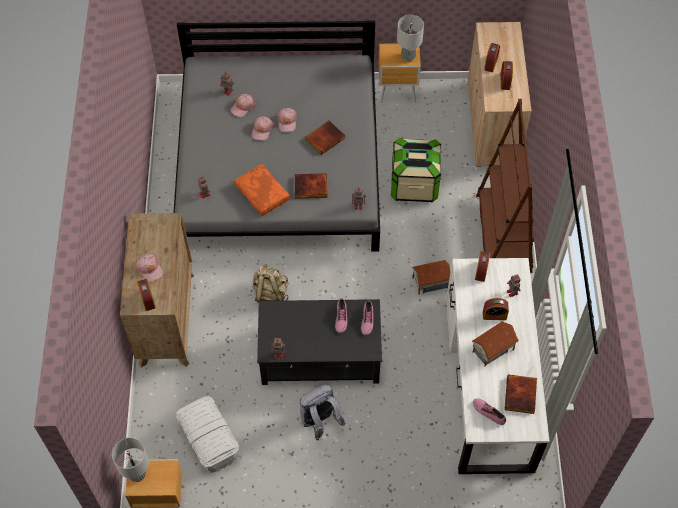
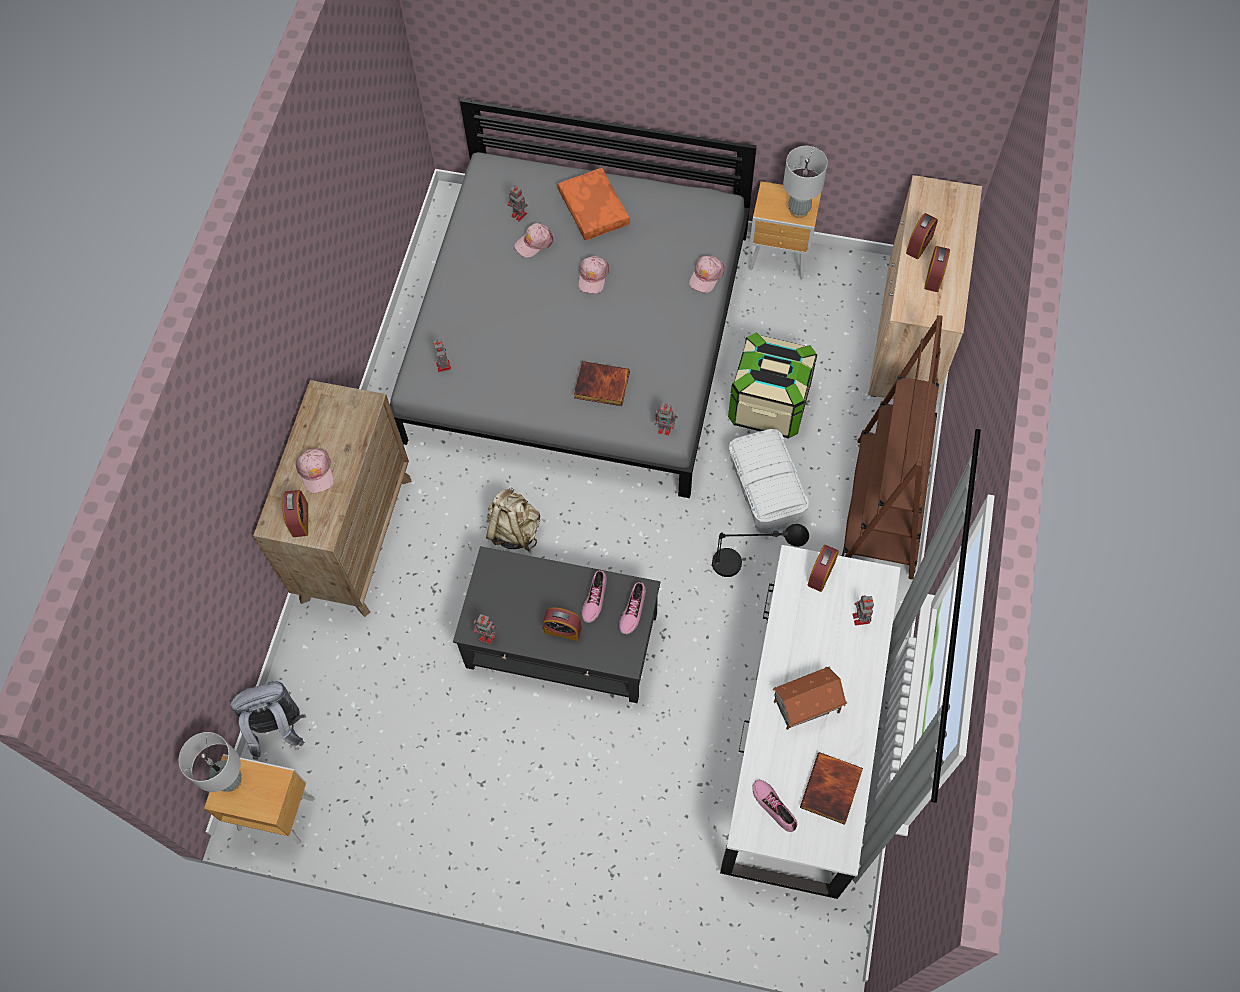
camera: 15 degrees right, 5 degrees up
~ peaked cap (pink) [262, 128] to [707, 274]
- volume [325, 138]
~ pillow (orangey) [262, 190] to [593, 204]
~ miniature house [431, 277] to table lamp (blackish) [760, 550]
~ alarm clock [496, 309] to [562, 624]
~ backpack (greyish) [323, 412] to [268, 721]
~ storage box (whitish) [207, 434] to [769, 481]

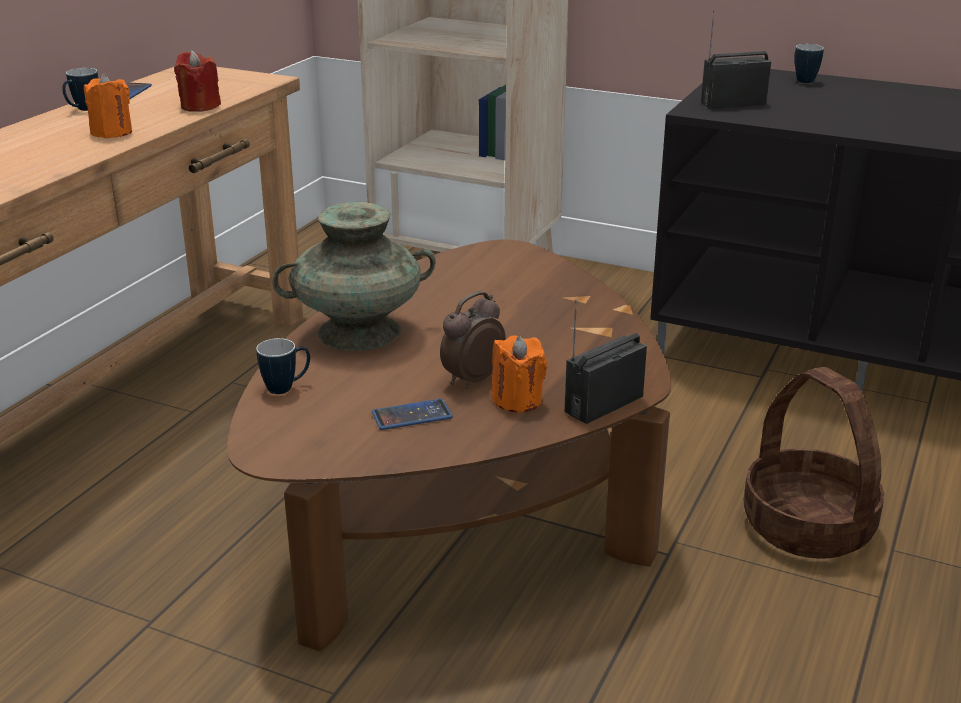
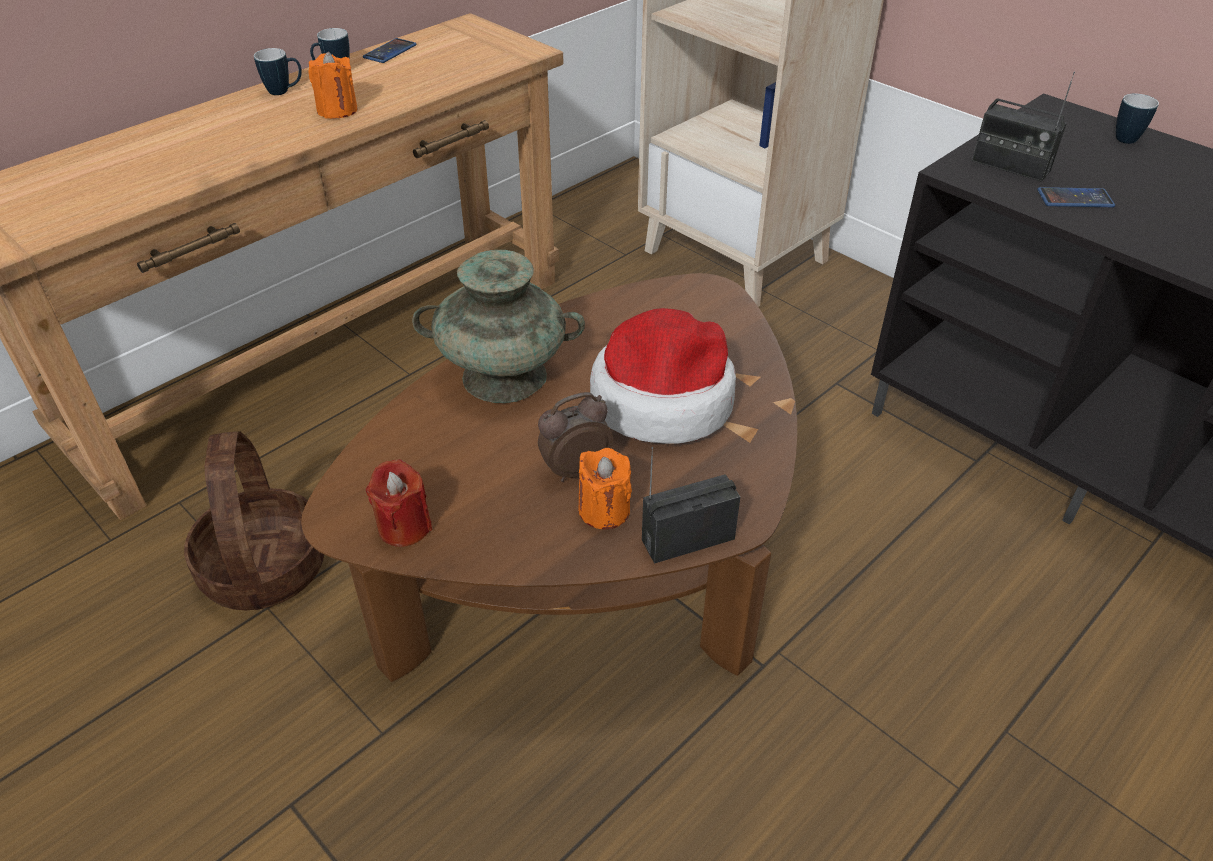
camera: 20 degrees right, 15 degrees up
~ radio receiver [736, 59] = [1023, 126] 150 degrees counterclockwise
~ wax candle (red) [197, 81] to [399, 503]
~ tea mug [283, 366] to [278, 71]
~ household basket [814, 463] to [254, 521]
~ handset [412, 414] to [1076, 197]
+ hat [663, 376]

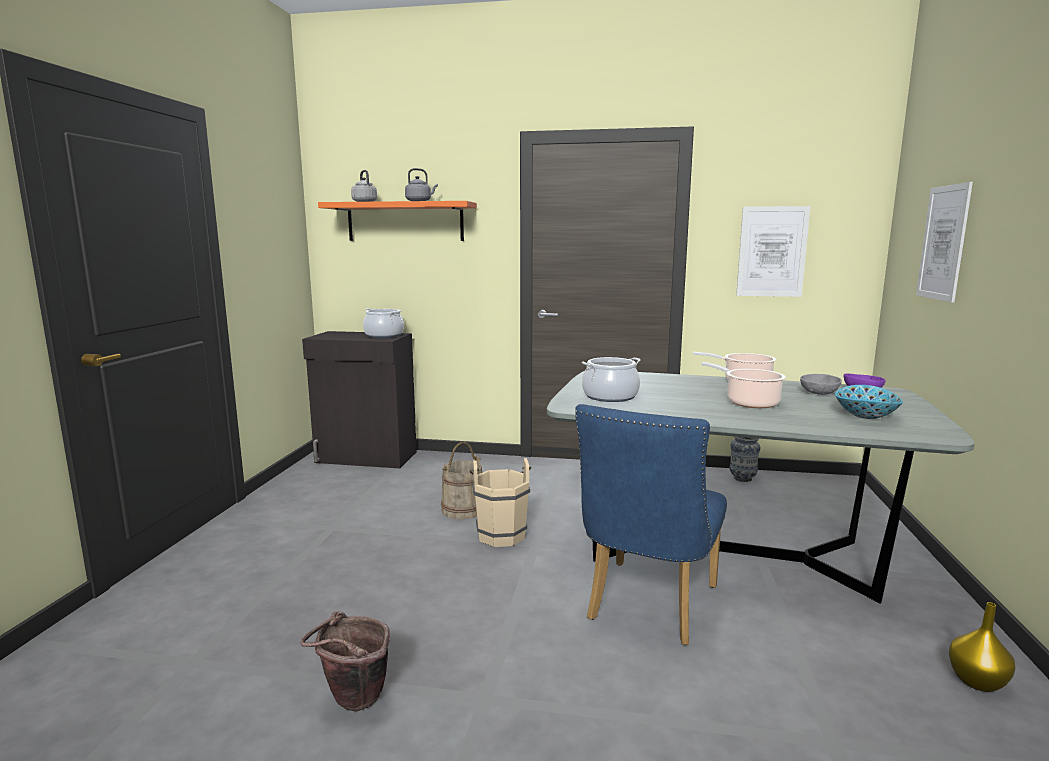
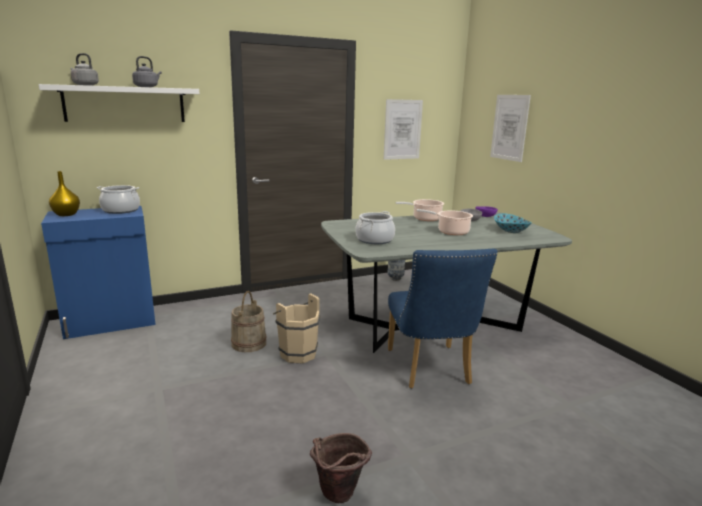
camera: 35 degrees left, 5 degrees up
~ wall shelf (orangey) [397, 221] to wall shelf (whitish) [119, 103]
~ cupboard (blackish) [359, 399] to cupboard (bluish) [98, 272]
~ decorative vase (yellow) [982, 647] to [64, 193]

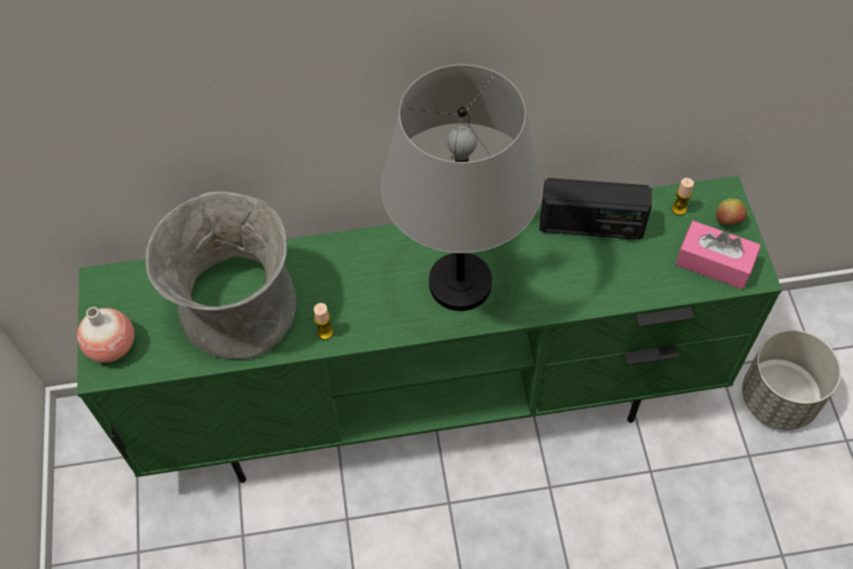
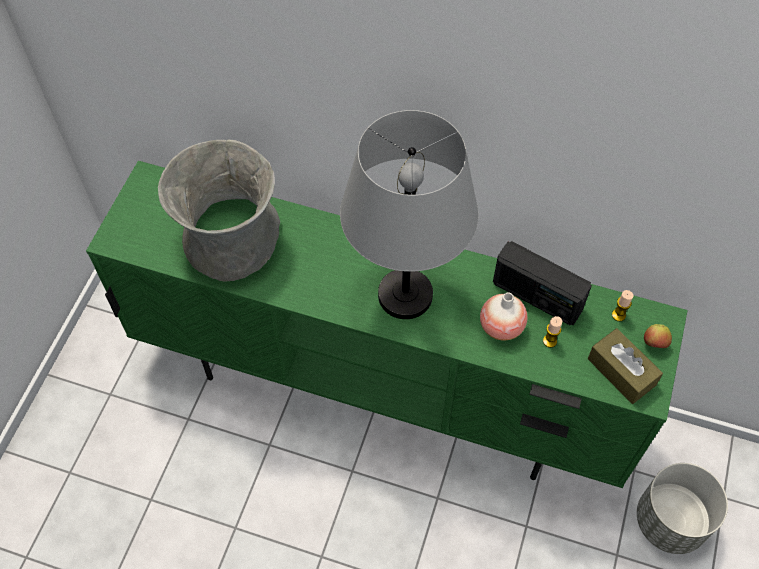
camera: 25 degrees right, 0 degrees up
~ tissue holder (pink) [718, 255] to tissue holder (brownish) [625, 366]
~ wax candle [324, 321] to [552, 332]
~ decorative vase [106, 335] to [503, 316]

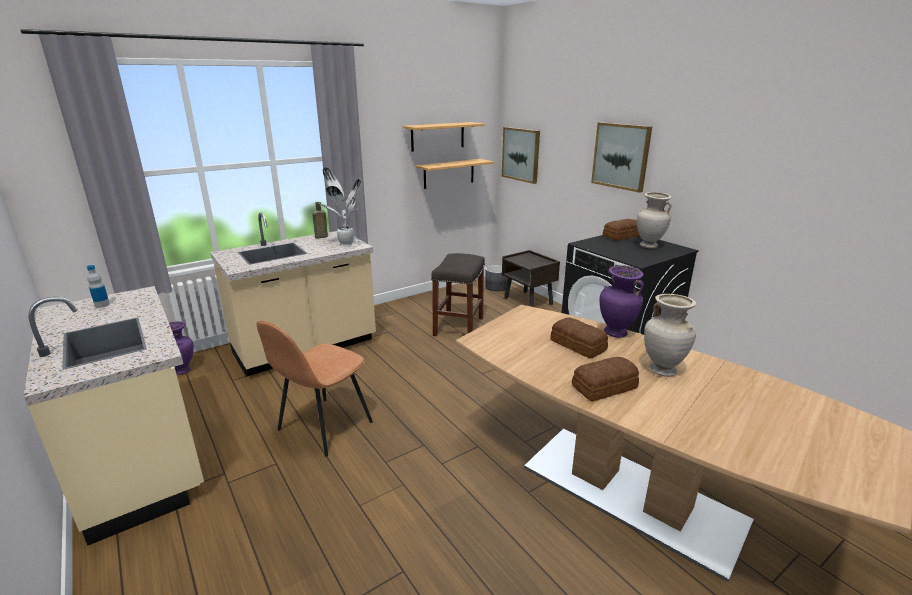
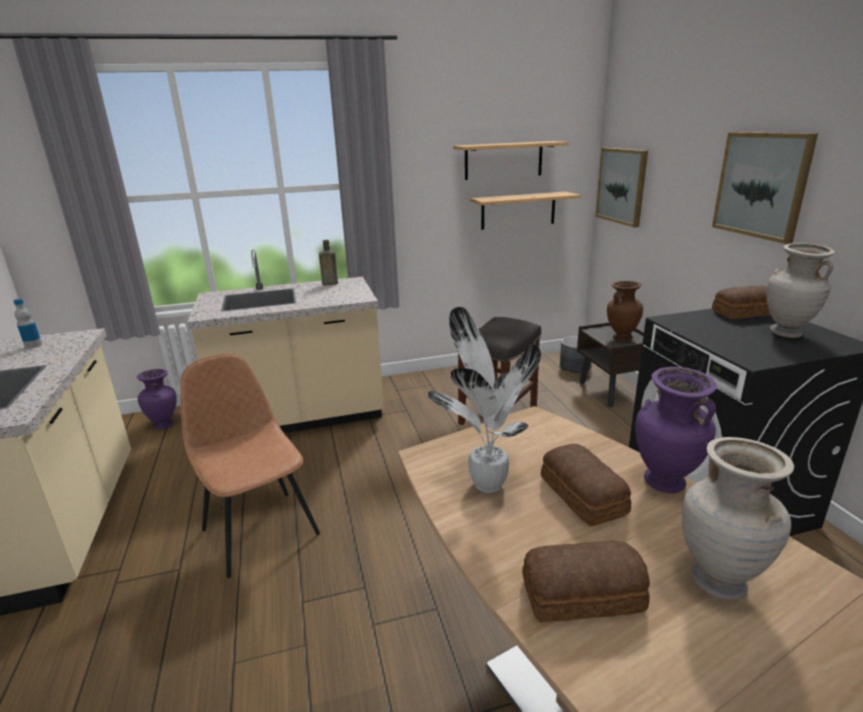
camera: 20 degrees right, 0 degrees up
~ potted plant [339, 206] to [484, 400]
~ upright chair (brownish) [315, 389] = [250, 465] 90 degrees clockwise
+ decorative vase (brownish) [625, 311]

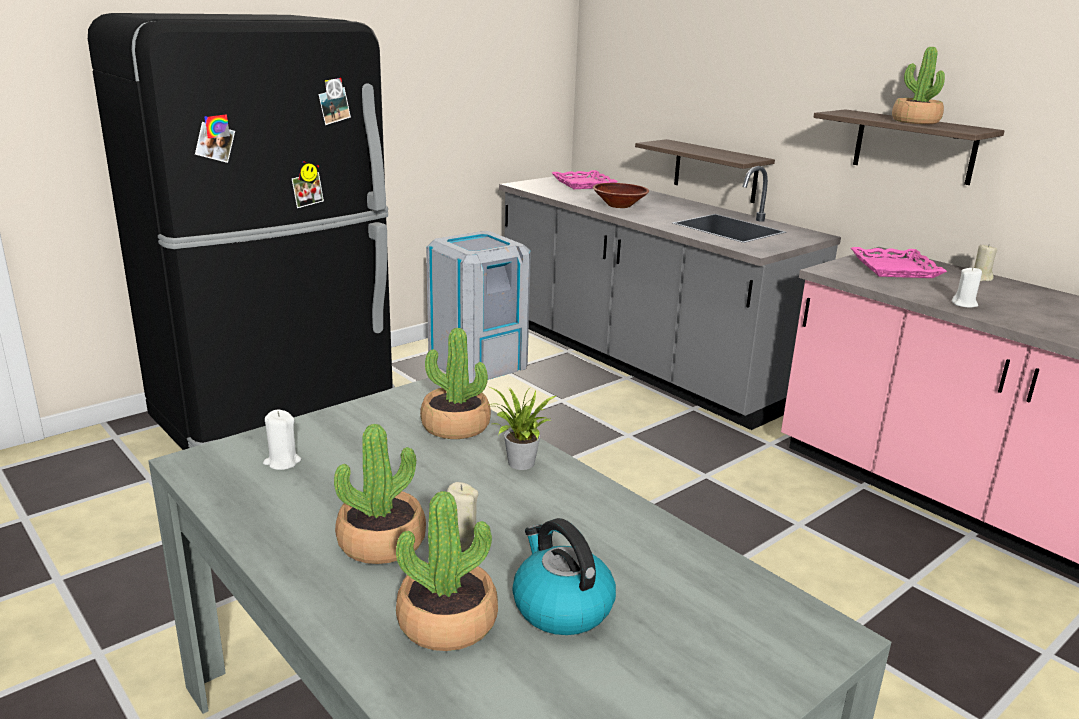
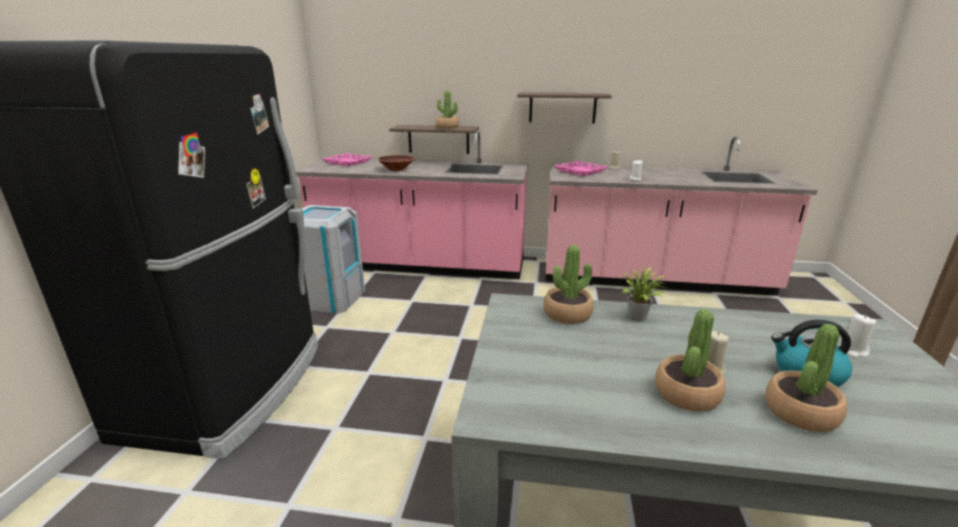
camera: 40 degrees left, 0 degrees up
~ potted plant [918, 85] to [447, 109]
~ kitchen counter (greyish) [670, 298] to kitchen counter (pink) [412, 205]
~ wax candle (whitish) [282, 439] to [857, 336]

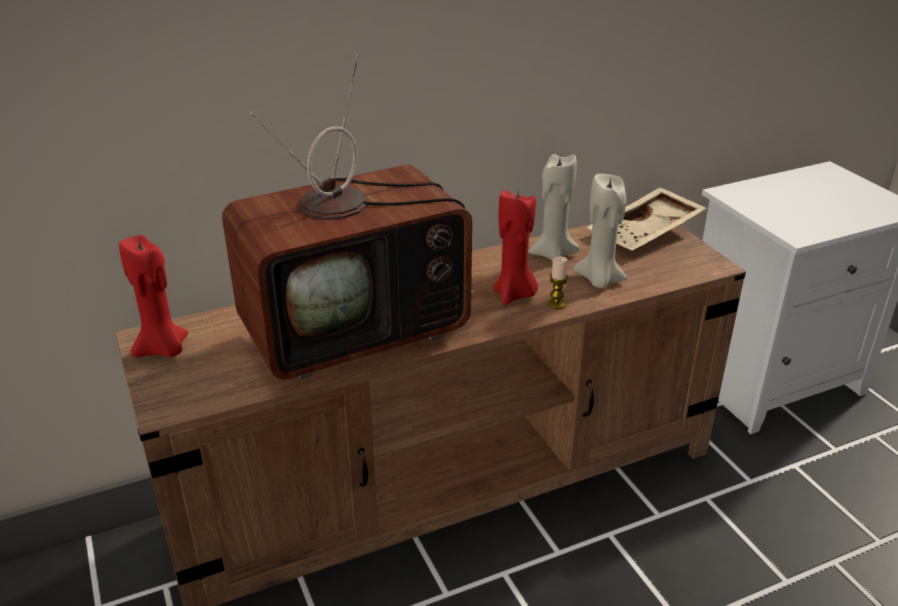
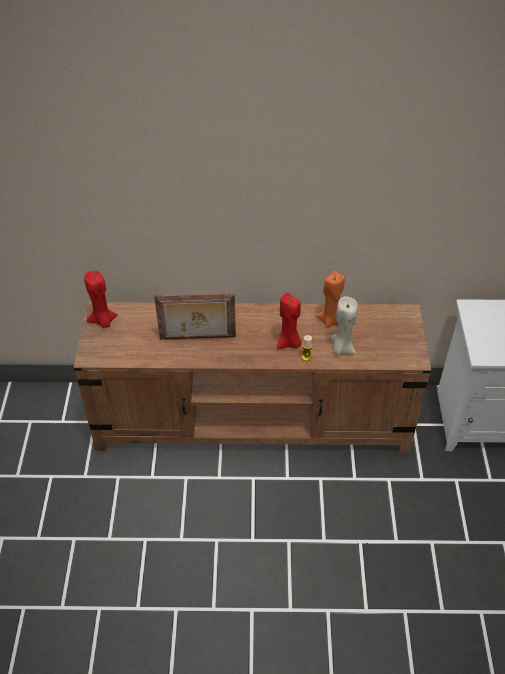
camera: 25 degrees right, 15 degrees up
~ TV [348, 216] to picture frame [195, 316]
~ wax candle (beige-coloured) [554, 207] to wax candle (orangey) [330, 299]
- carrying tray (beige-coloured) [646, 219]

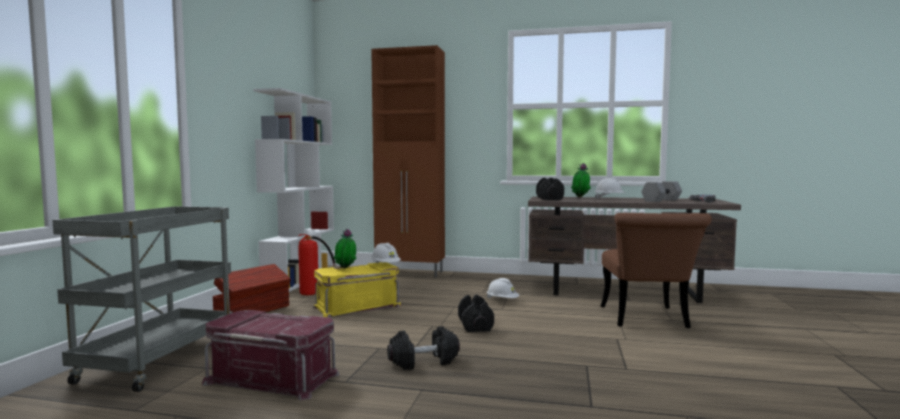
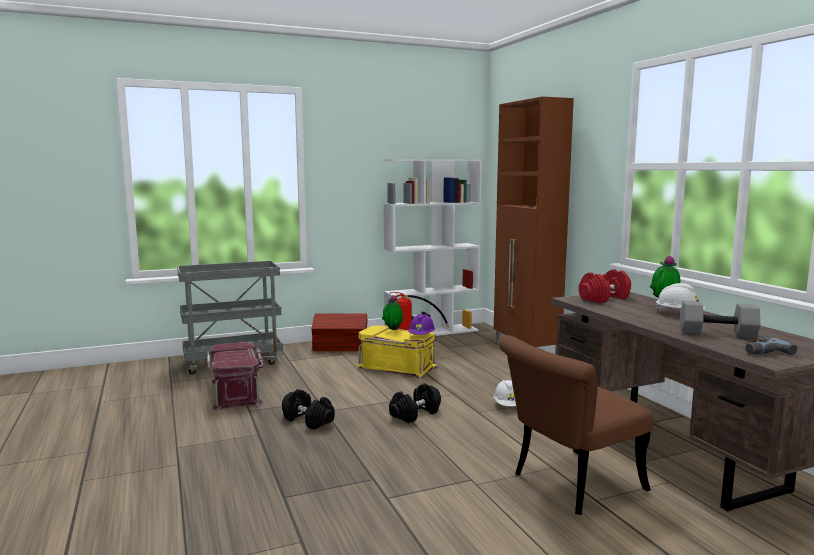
camera: 55 degrees right, 5 degrees up
~ free weight (blackish) [550, 189] to free weight (red) [604, 286]
~ hard hat (whitish) [386, 253] to hard hat (purple-coloured) [421, 324]

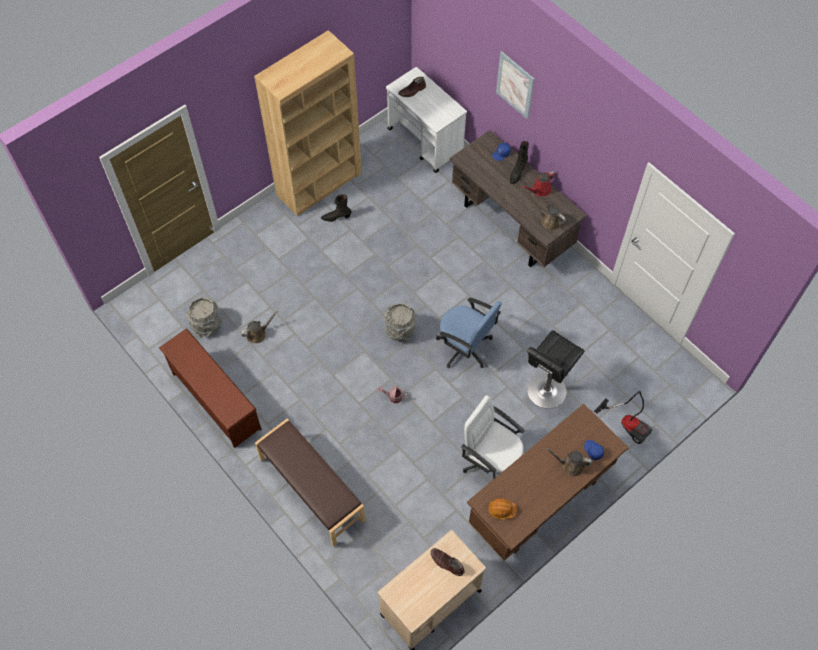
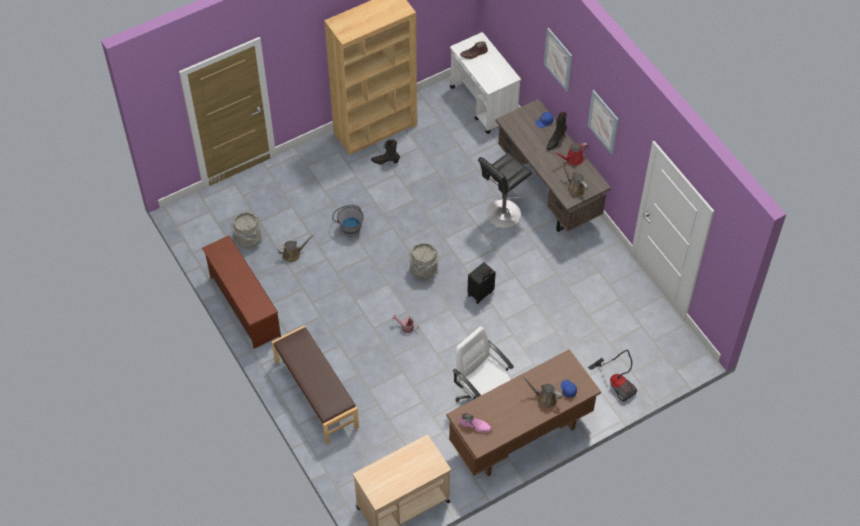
camera: 10 degrees right, 5 degrees down
~ desk chair (bluish) [469, 333] to travel case (blackish) [481, 283]
~ stool seat (blackish) [556, 369] to [505, 190]
~ hard hat (orangey) [502, 508] to high-top boot (pink) [475, 423]
- high-top boot (brownish) [447, 562]
+ wall picture [603, 122]
+ water bucket (greyish) [348, 221]

